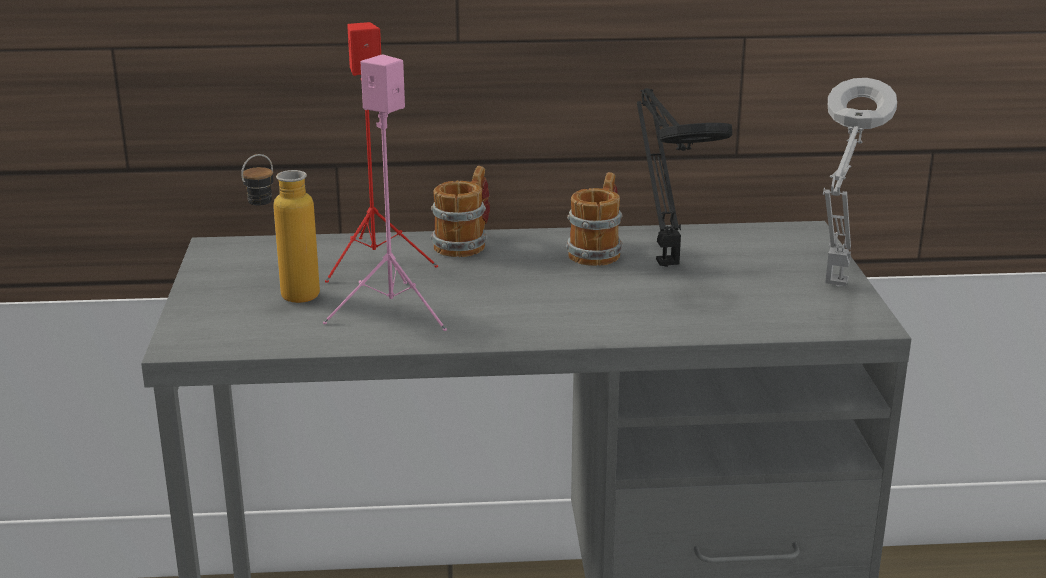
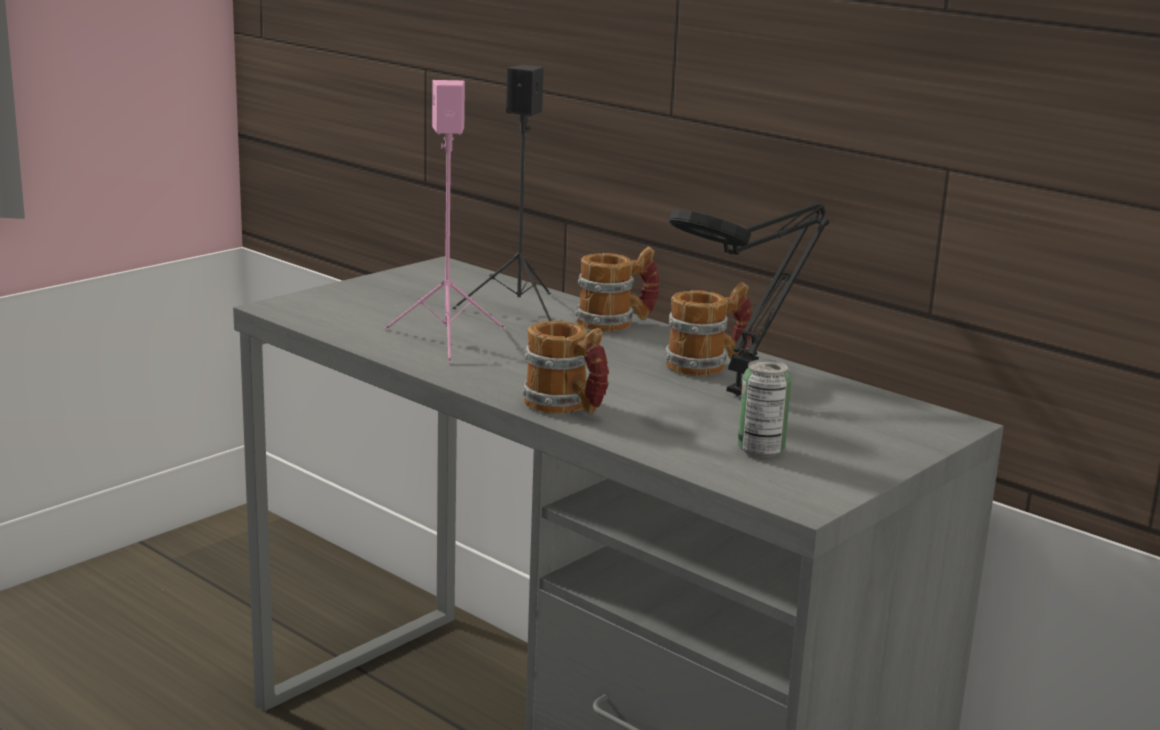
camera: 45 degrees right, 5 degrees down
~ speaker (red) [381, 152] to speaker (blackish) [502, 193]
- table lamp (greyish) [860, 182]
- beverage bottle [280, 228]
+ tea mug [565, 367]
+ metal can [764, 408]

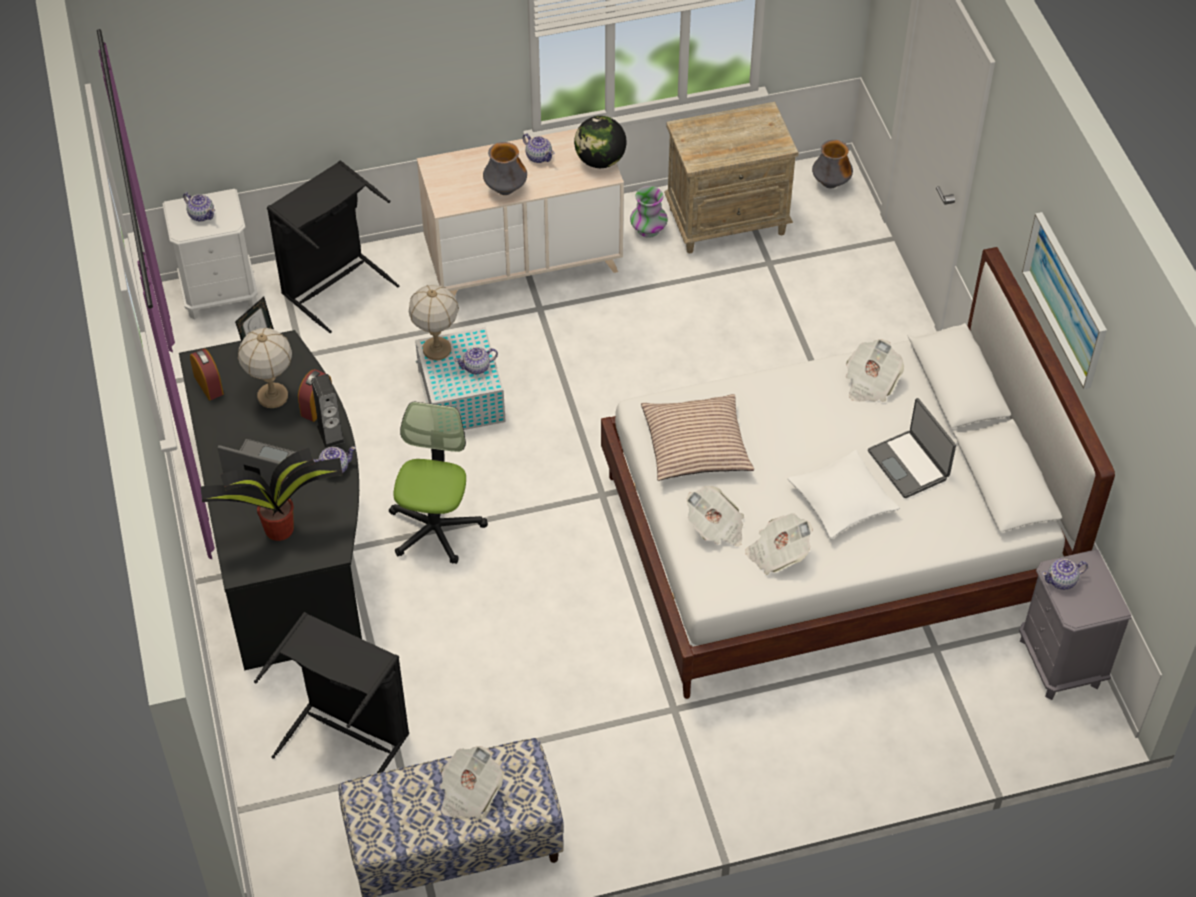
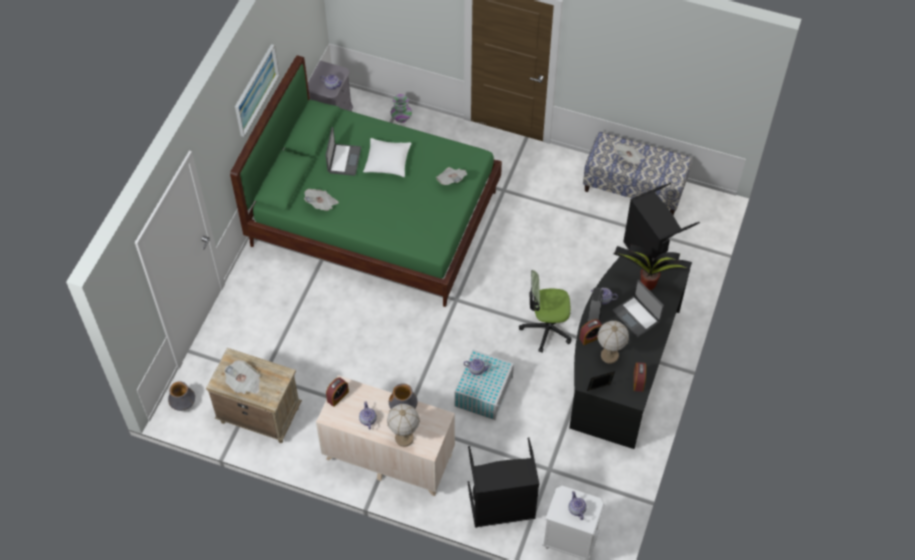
camera: 145 degrees left, 5 degrees up
~ globe [600, 142] to alarm clock [337, 392]
~ decorative vase [649, 212] to [401, 108]
~ sleeping bed (whitish) [858, 473] to sleeping bed (greenish) [366, 181]
~ table lamp [434, 322] to [403, 425]
- pillow [697, 437]
~ desk chair [438, 483] = [545, 311] 45 degrees clockwise
~ printed paper [779, 544] to [242, 377]

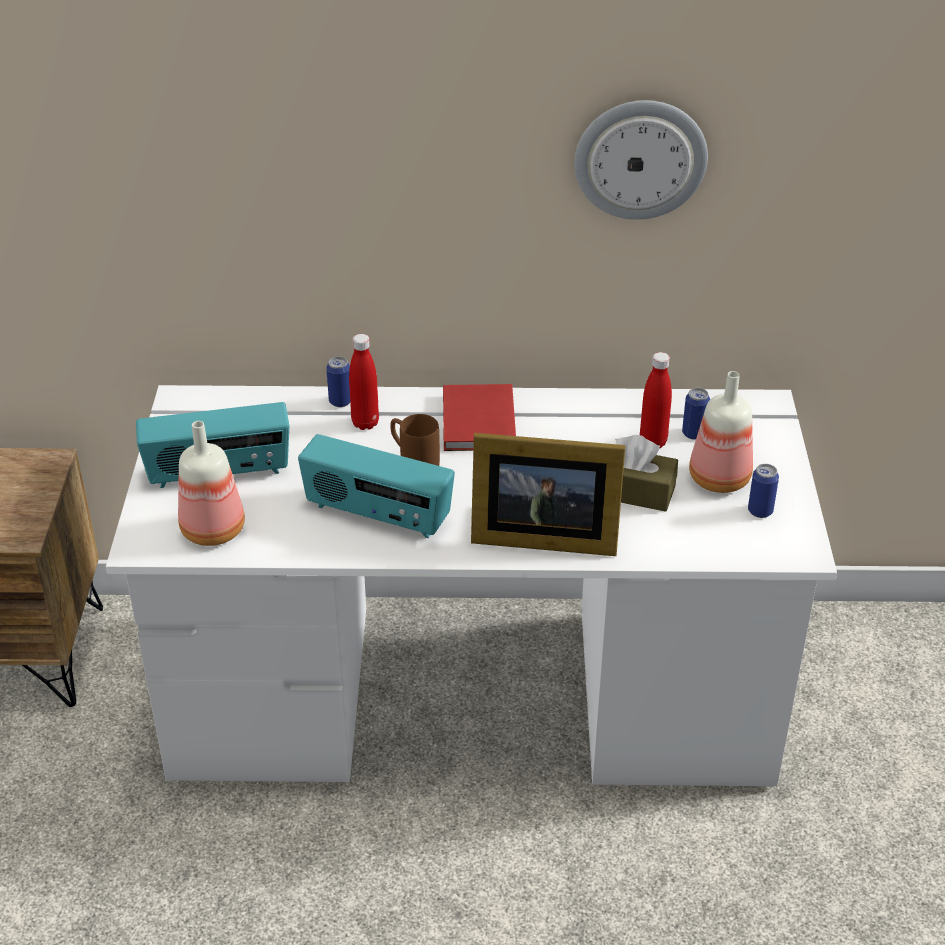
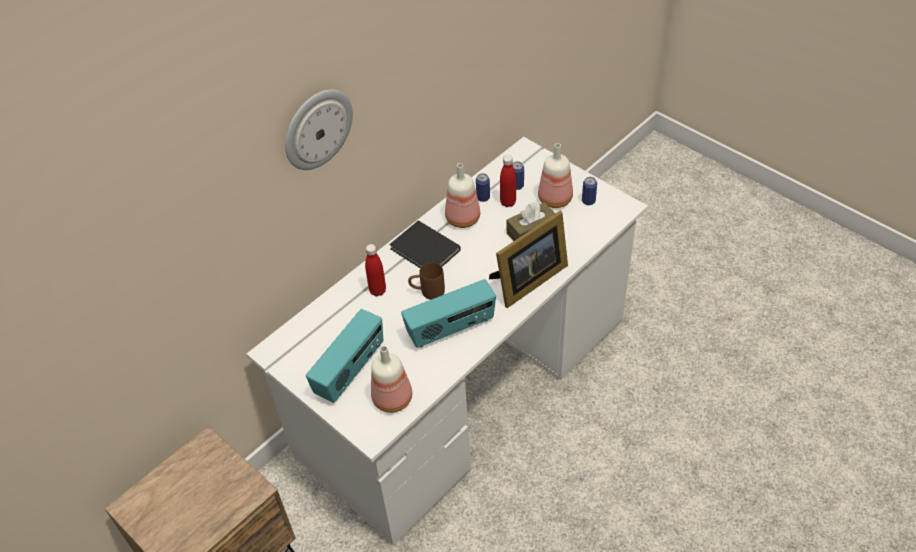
camera: 45 degrees left, 10 degrees up
~ hanging clock [641, 160] to [319, 129]
~ metal can [338, 381] to [483, 187]
~ volume (red) [479, 417] to volume (blackish) [425, 244]
+ beverage bottle [462, 195]

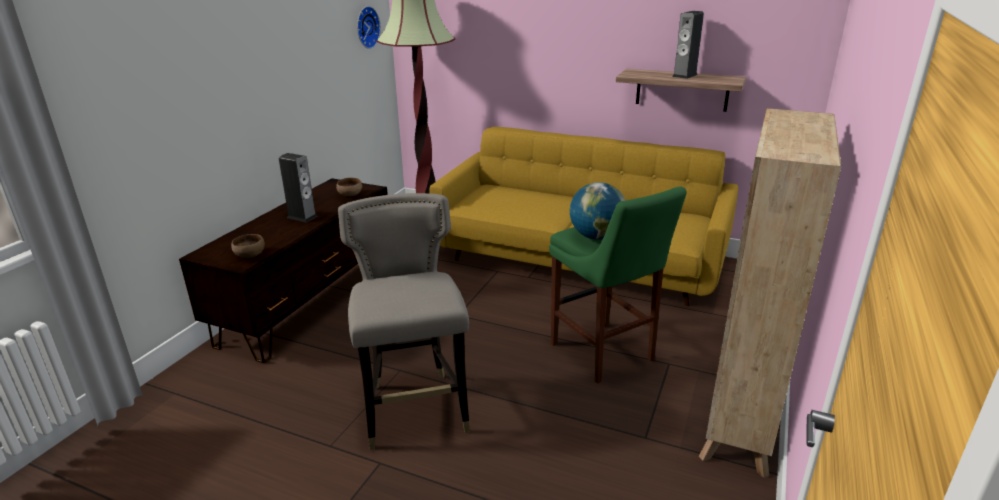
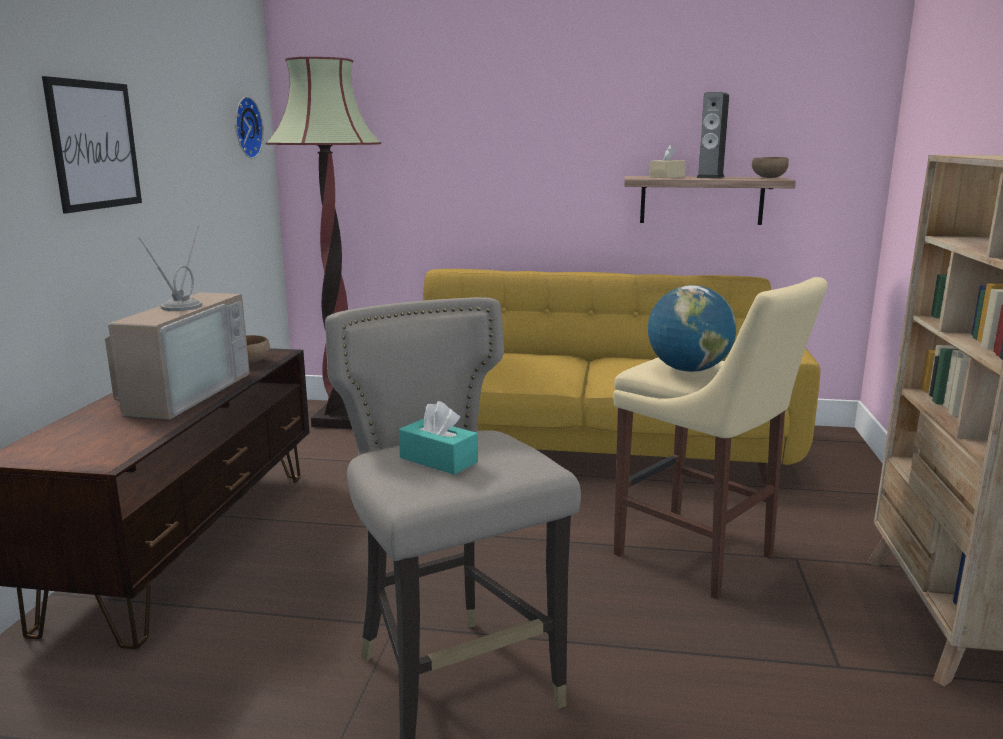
camera: 15 degrees left, 10 degrees down
~ speaker [298, 187] to TV [177, 322]
~ stool seat (greenish) [618, 285] to stool seat (beige-coloured) [720, 438]
~ serving bowl (brownish) [248, 246] to [770, 167]
+ wall picture [92, 144]
+ tissue holder (beige-coloured) [668, 161]
+ tissue holder (turquoise) [438, 438]

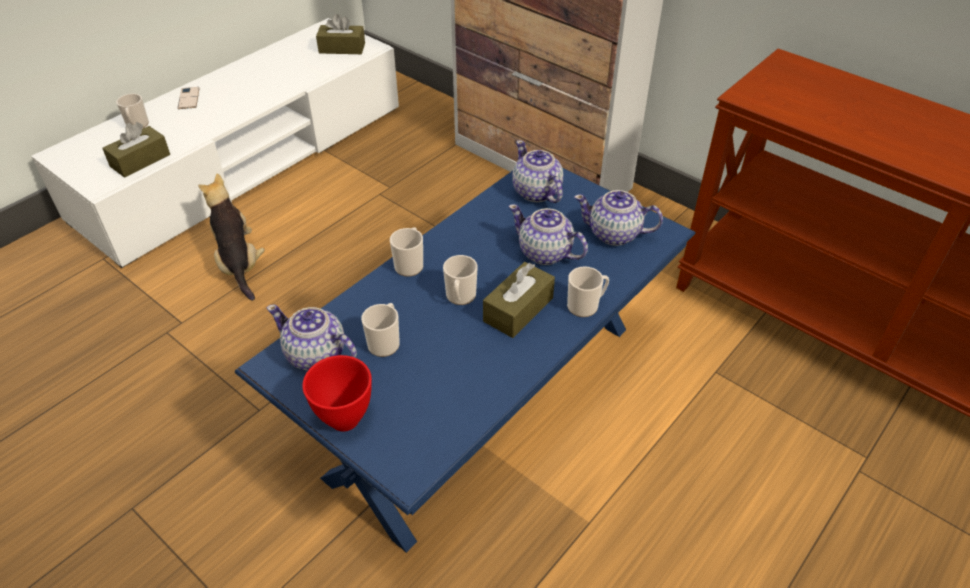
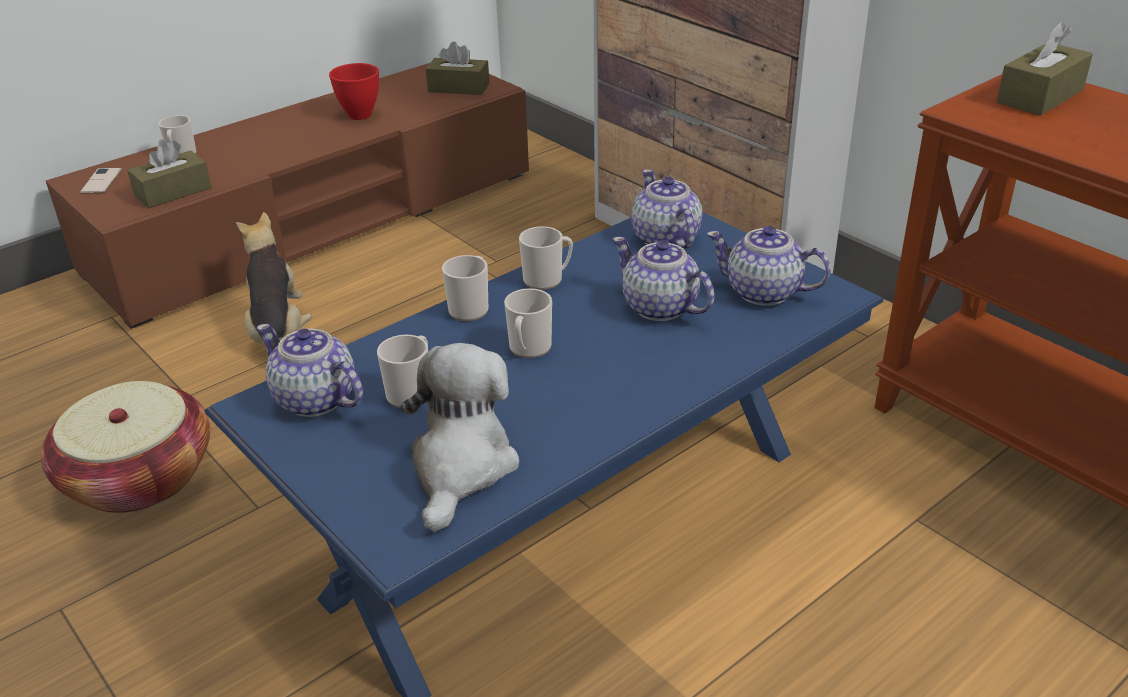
camera: 10 degrees right, 10 degrees down
~ media console (whitish) [215, 143] to media console (brownish) [287, 196]
~ handset [189, 98] to [101, 181]
~ tissue holder (brownish) [519, 300] to [1044, 69]
~ tea mug [588, 291] to [546, 258]
~ serving bowl (red) [337, 393] to [354, 91]
+ plush toy [460, 437]
+ household basket [125, 447]

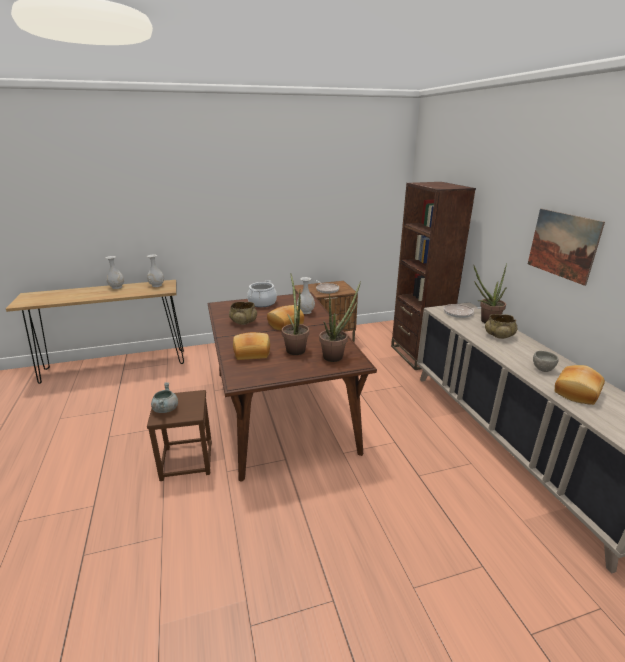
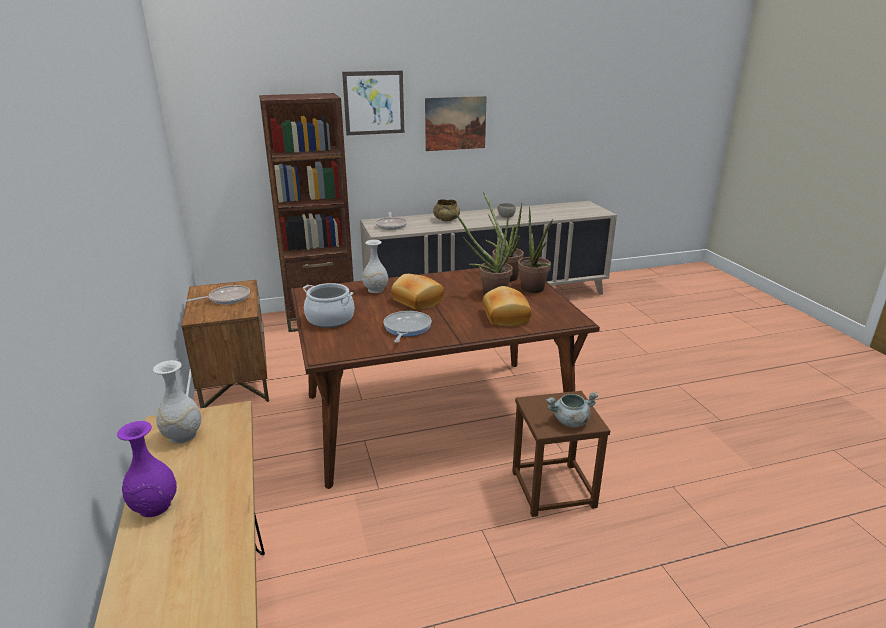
camera: 90 degrees left, 0 degrees up
~ decorative vase (whitish) [114, 272] to decorative vase (purple-coloured) [147, 469]
~ potted plant [490, 293] to [535, 249]
~ serving bowl (beige-coloured) [243, 313] to skillet [408, 327]
- baked bread [579, 385]
+ wall picture [373, 103]

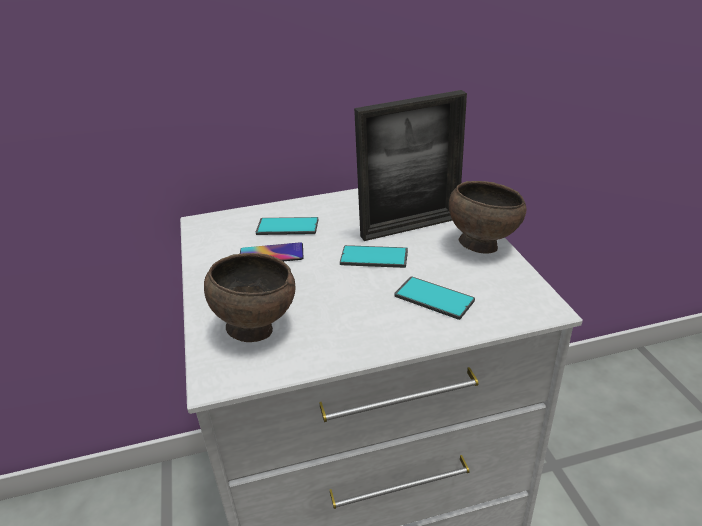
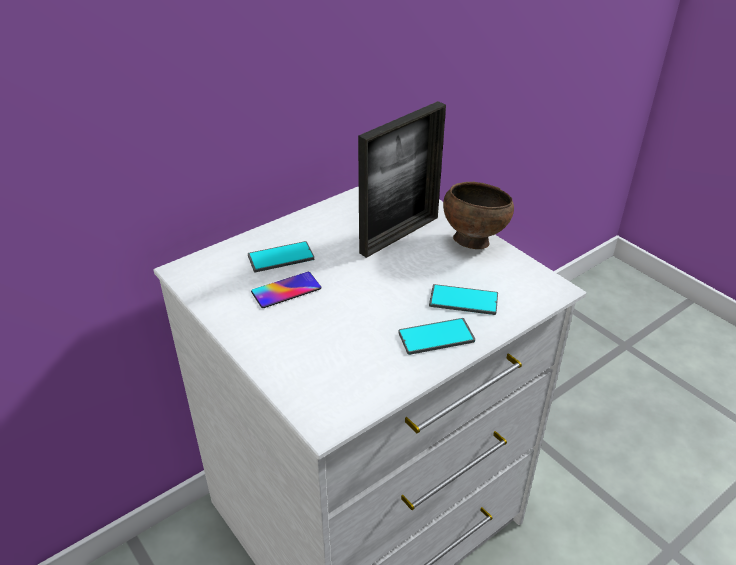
camera: 25 degrees left, 5 degrees up
~ handset [374, 256] to [436, 336]
- serving bowl (brownish) [250, 297]

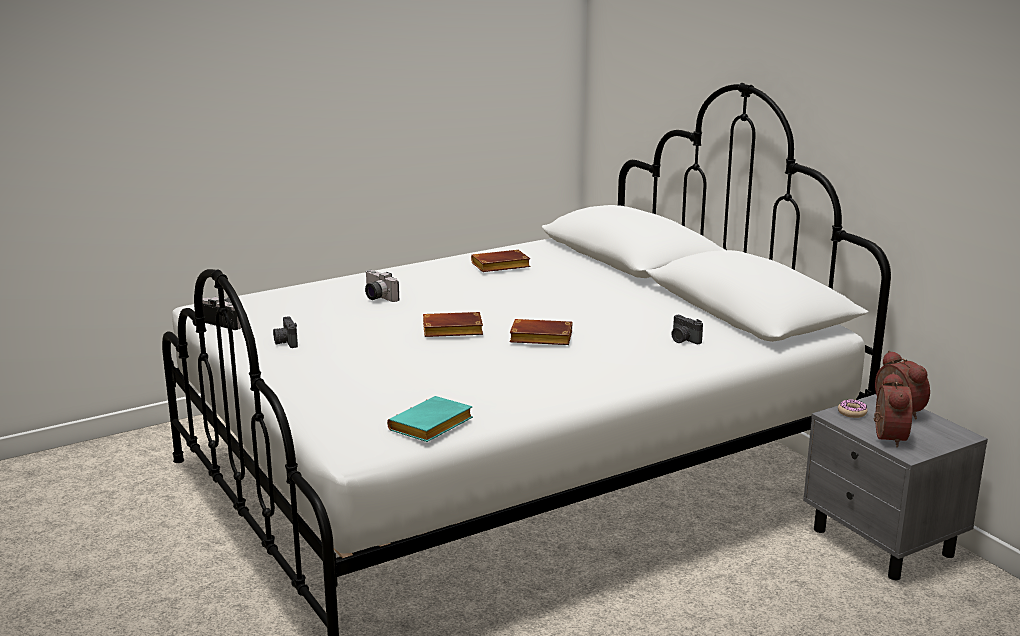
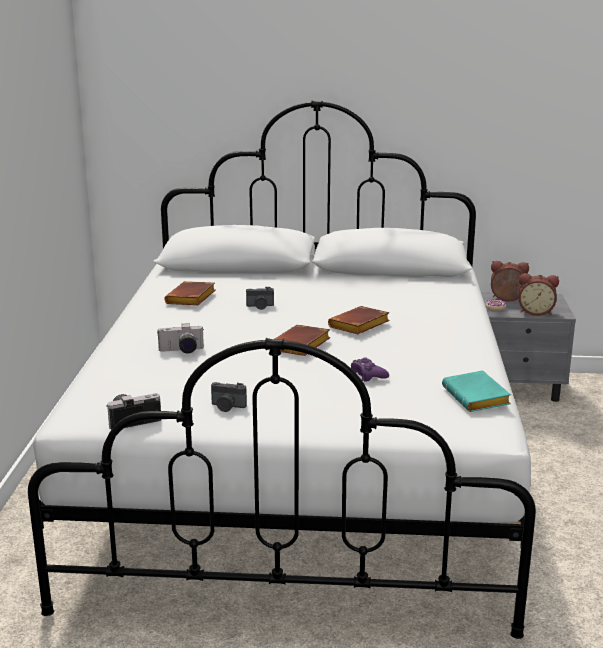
camera: 55 degrees left, 0 degrees up
~ still camera [687, 329] to [260, 298]
~ alarm clock [893, 409] = [539, 294] 150 degrees clockwise
+ gamepad (purple-coloured) [370, 369]

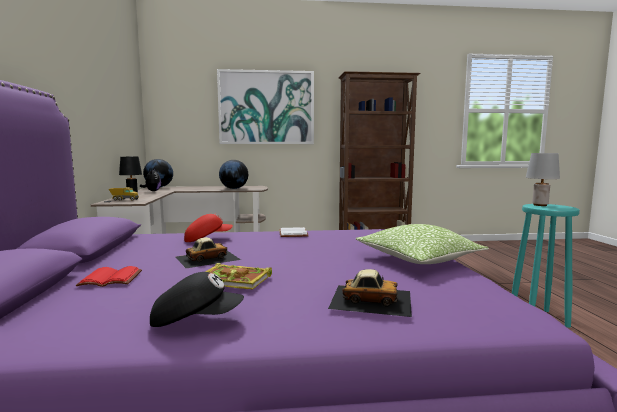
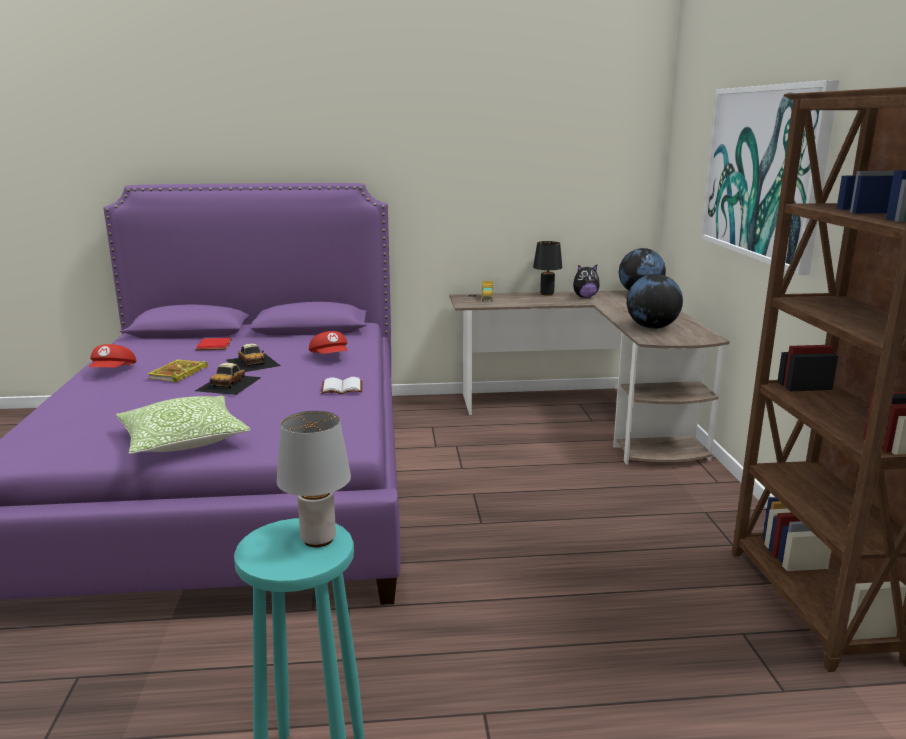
camera: 90 degrees right, 10 degrees up
~ model car [370, 293] to [228, 379]
~ peaked cap (blackish) [197, 299] to peaked cap (red) [113, 356]

